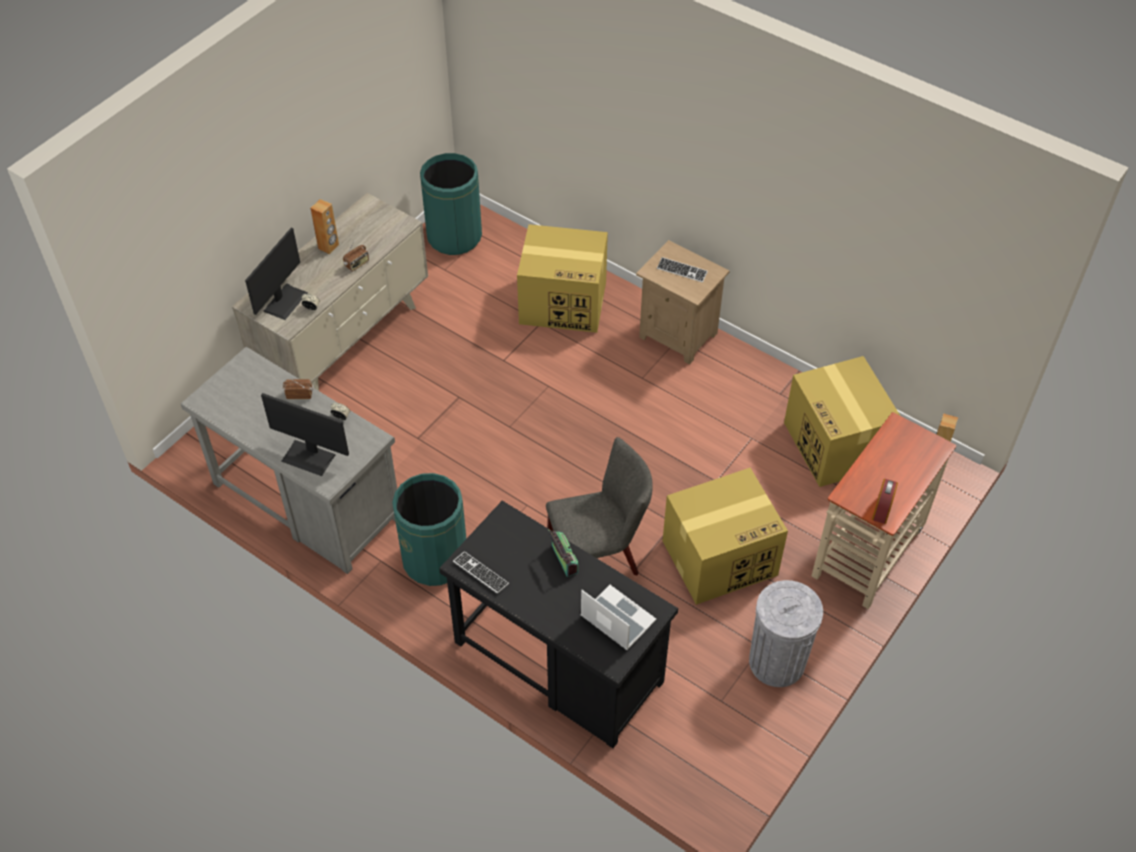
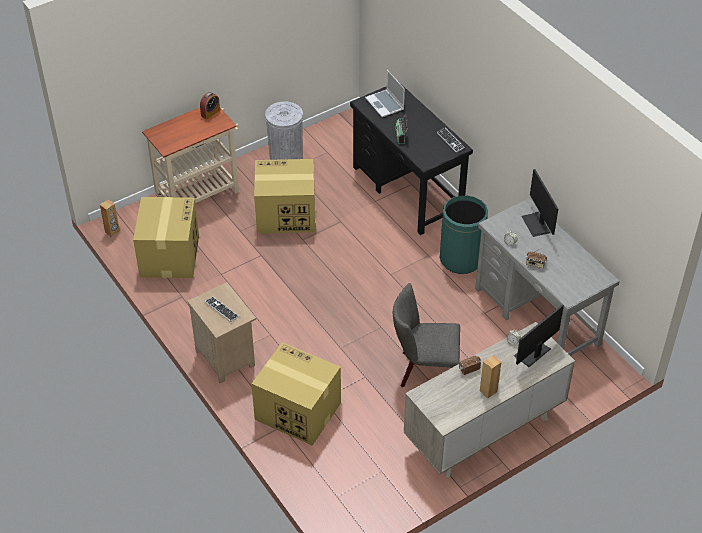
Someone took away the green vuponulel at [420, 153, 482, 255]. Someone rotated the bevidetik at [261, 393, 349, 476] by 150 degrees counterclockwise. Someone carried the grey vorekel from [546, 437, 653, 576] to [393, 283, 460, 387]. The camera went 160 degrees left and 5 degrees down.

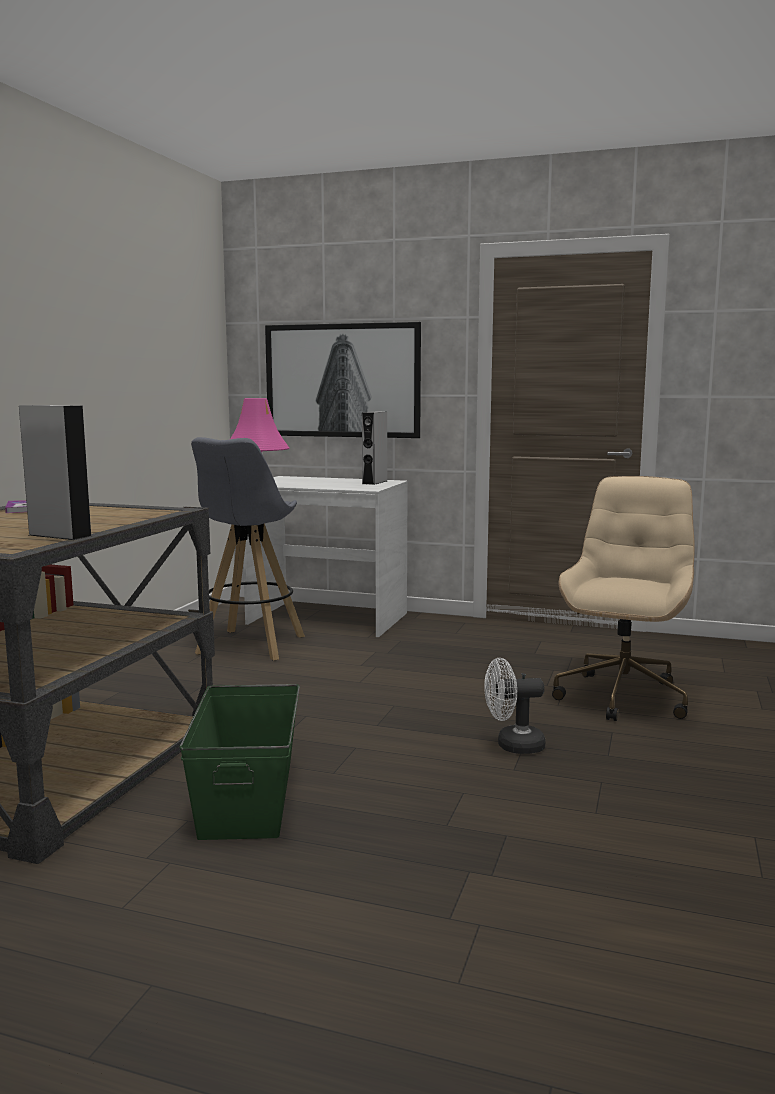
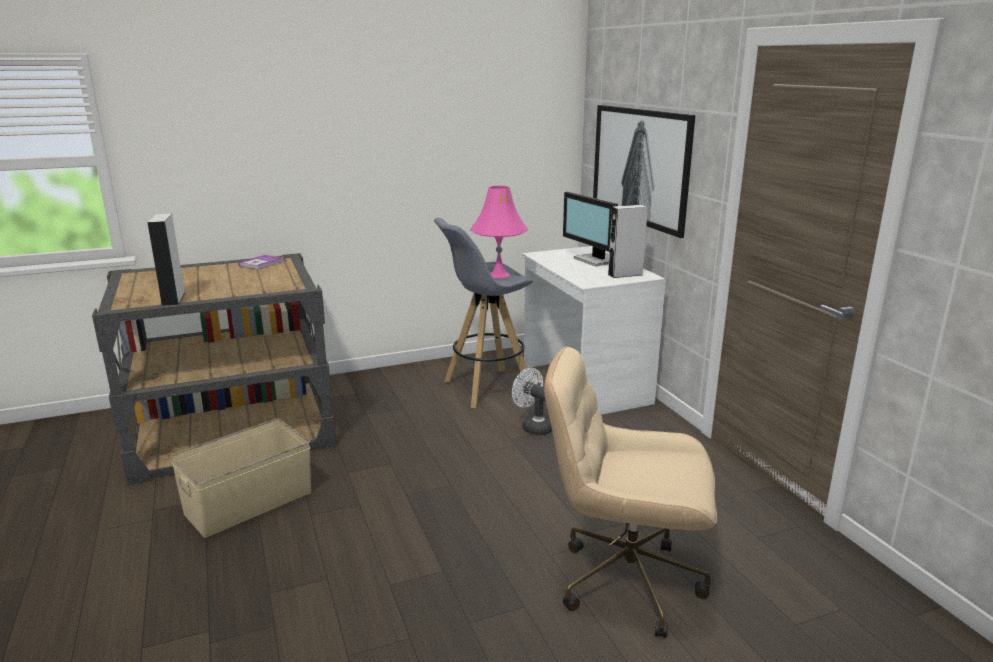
Someone rotated the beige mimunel at [552, 476, 695, 721] by 150 degrees counterclockwise. Someone carried the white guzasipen from [484, 658, 545, 754] to [512, 368, 552, 435]. Someone repainted the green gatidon at [179, 684, 300, 840], which became the beige gatidon at [170, 419, 311, 538]. Someone put down the bevidetik at [563, 192, 618, 266]. The camera went 50 degrees right and 10 degrees up.

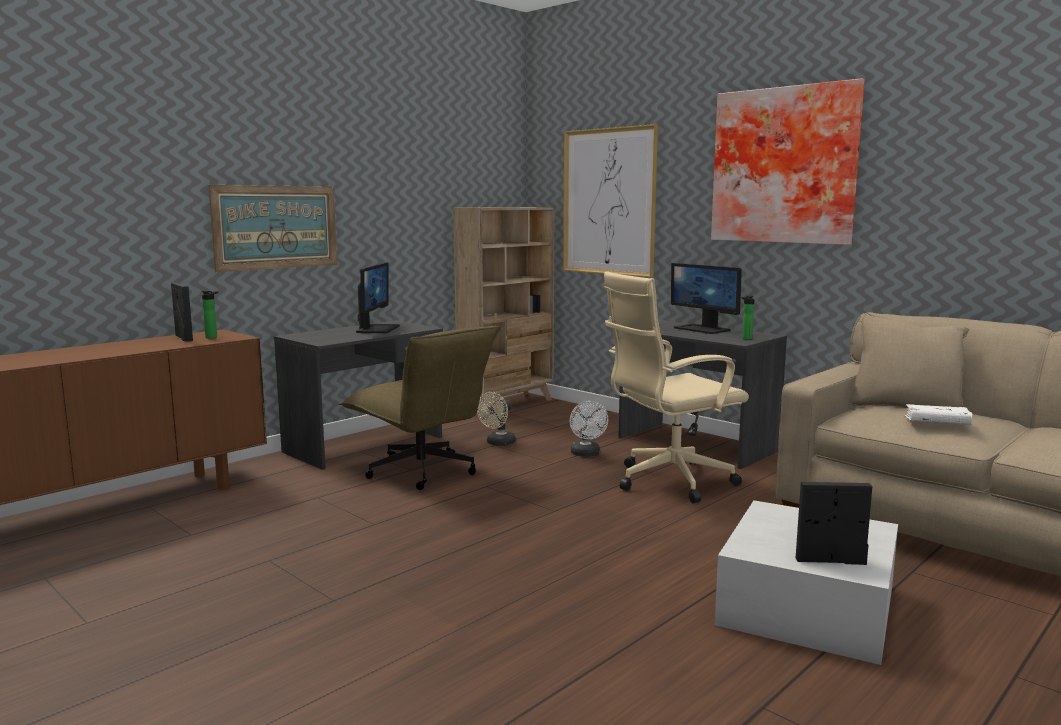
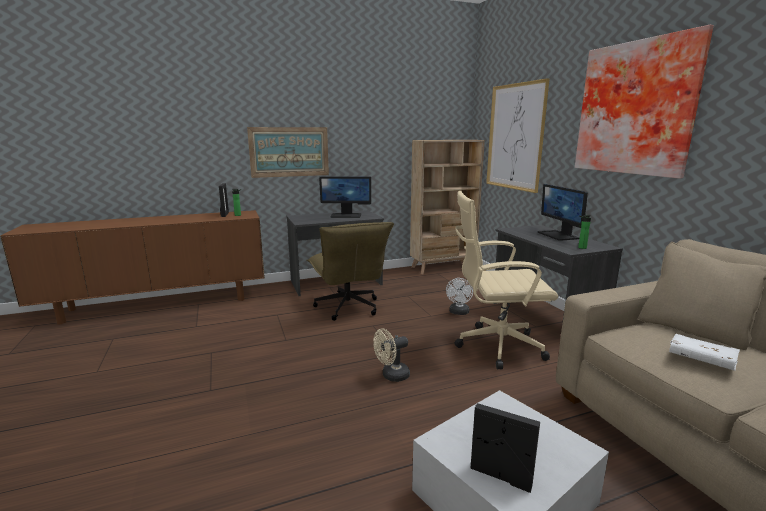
Someone rotated the bevidetik at [356, 262, 400, 333] by 60 degrees clockwise. Someone carried the beige guzasipen from [477, 392, 516, 446] to [373, 328, 410, 382]. The camera went 25 degrees right and 5 degrees up.

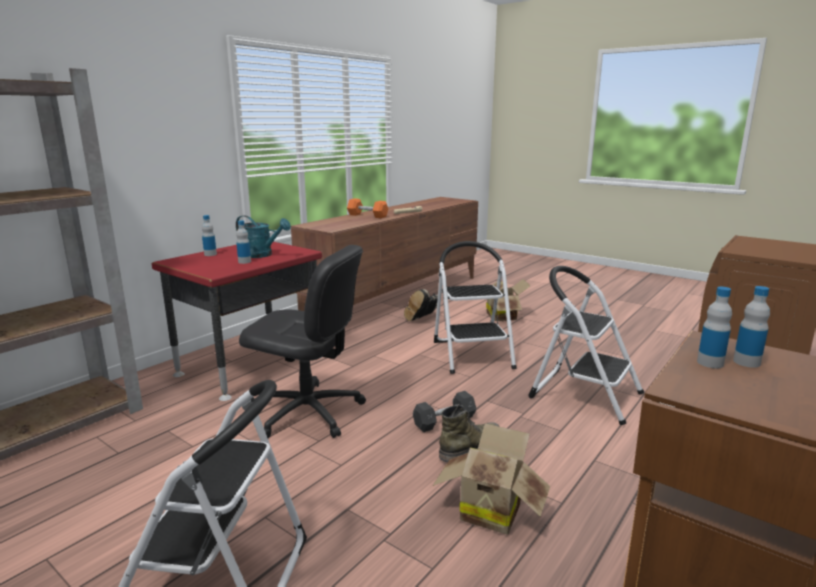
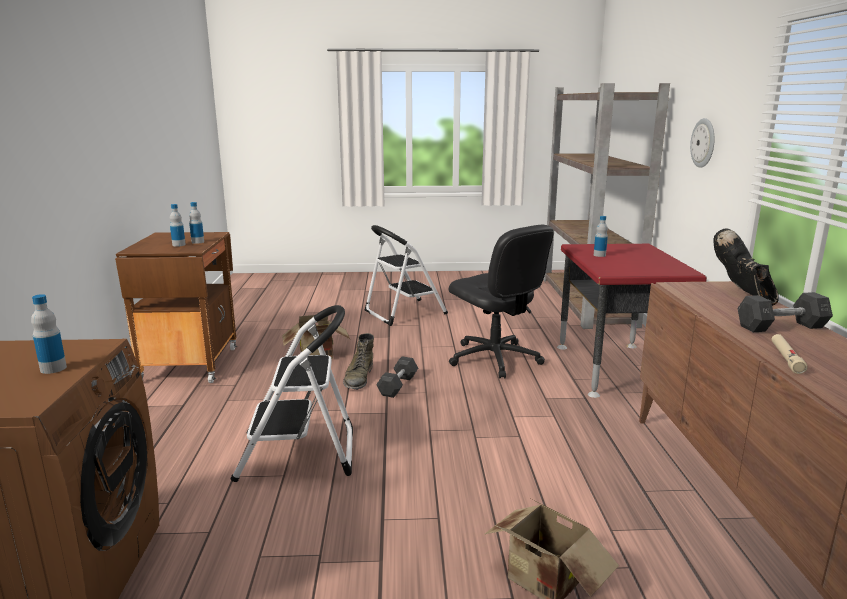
Someone repainted the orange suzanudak at [347, 198, 388, 218], which became the grey suzanudak at [738, 292, 833, 332]. Someone carried the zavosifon from [202, 215, 217, 256] to [31, 294, 67, 374]. Someone took away the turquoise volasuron at [236, 215, 291, 258]. Someone took away the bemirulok at [434, 241, 517, 374]. Someone rotated the black mimunel at [239, 245, 366, 438] by 105 degrees counterclockwise. Someone carried the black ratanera from [404, 289, 438, 321] to [714, 228, 779, 306]. Someone put up the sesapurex at [690, 118, 715, 168]. The camera went 140 degrees right and 0 degrees up.

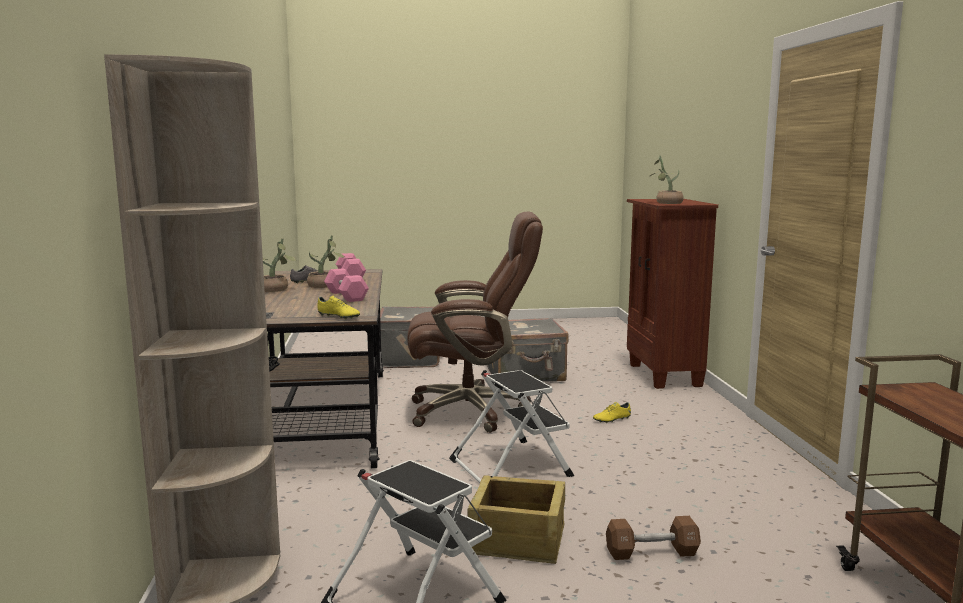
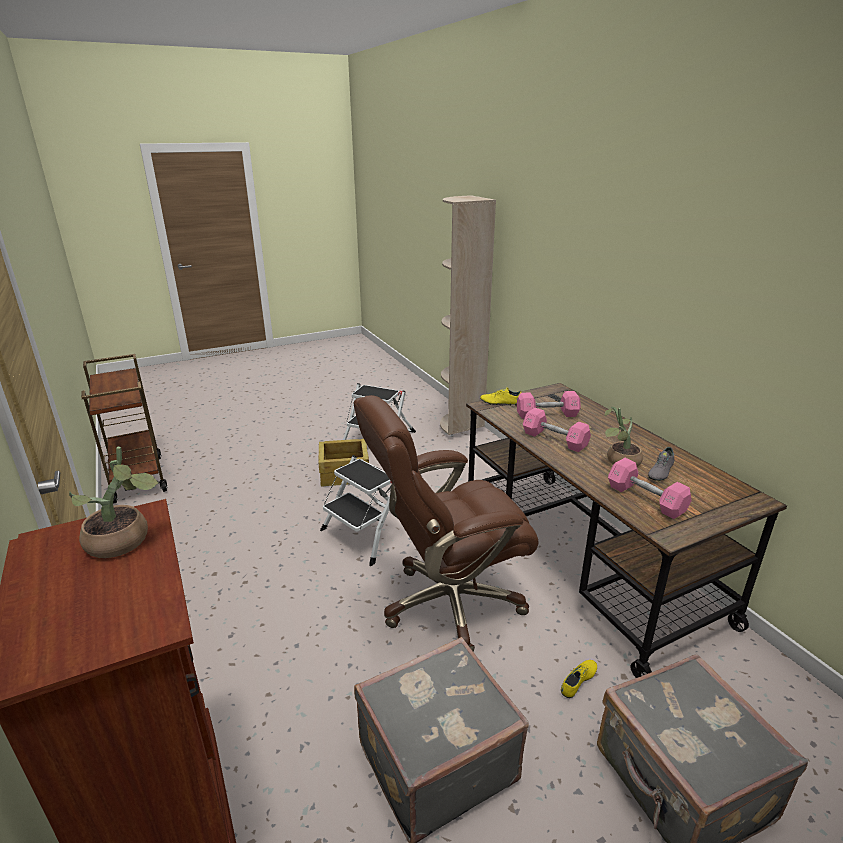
Someone took away the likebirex at [263, 238, 297, 292]. Someone carried the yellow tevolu from [593, 402, 631, 423] to [561, 660, 597, 698]. Someone took away the brown suzanudak at [606, 516, 701, 560]. Someone put down the pink suzanudak at [517, 391, 581, 419]. The camera went 160 degrees right and 15 degrees up.

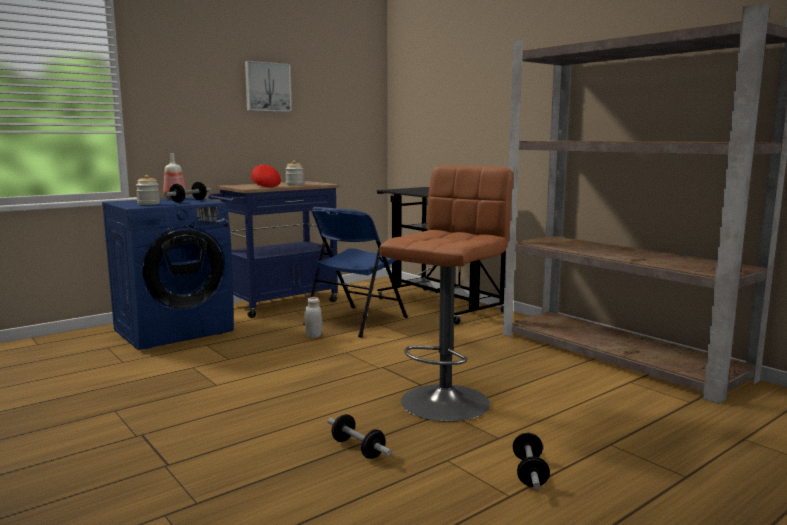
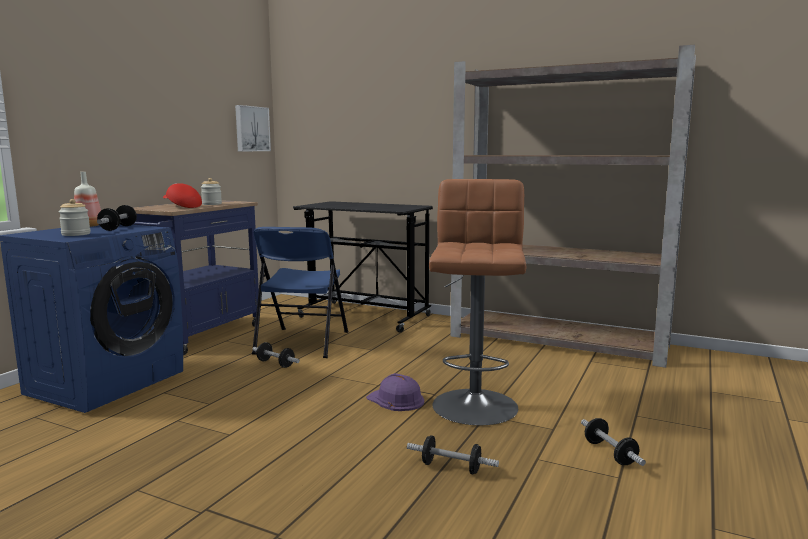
Someone carried the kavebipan from [245, 61, 292, 112] to [235, 105, 271, 151]. Someone swapped the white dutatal at [304, 297, 322, 338] for the suzanudak at [253, 342, 300, 368]. Someone put down the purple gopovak at [366, 373, 424, 411]. The camera went 25 degrees left and 0 degrees up.

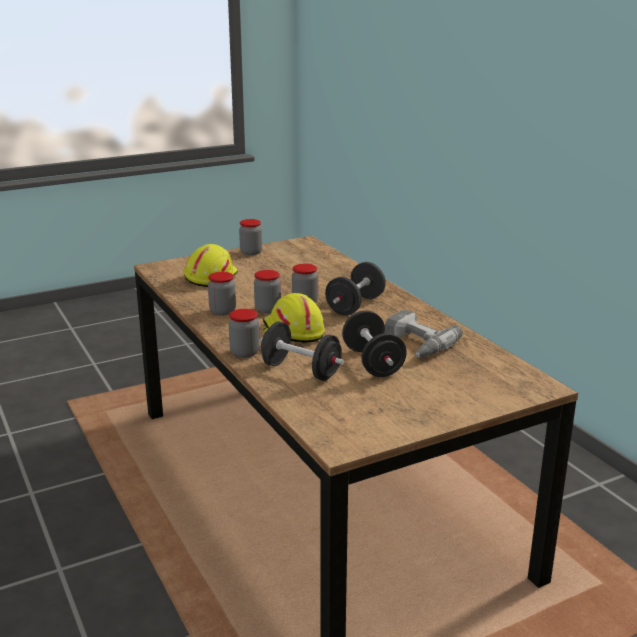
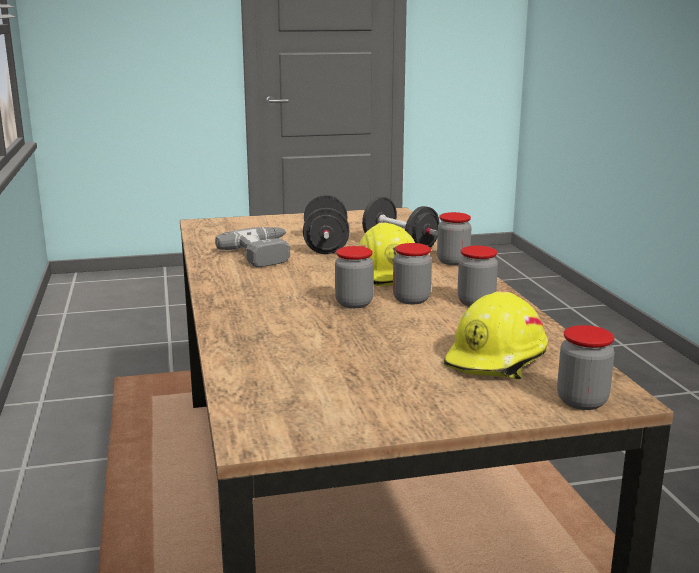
Someone carried the dutatal from [239, 219, 262, 255] to [557, 325, 615, 410]. Someone took away the black suzanudak at [325, 262, 386, 315]. The camera went 165 degrees left and 5 degrees down.

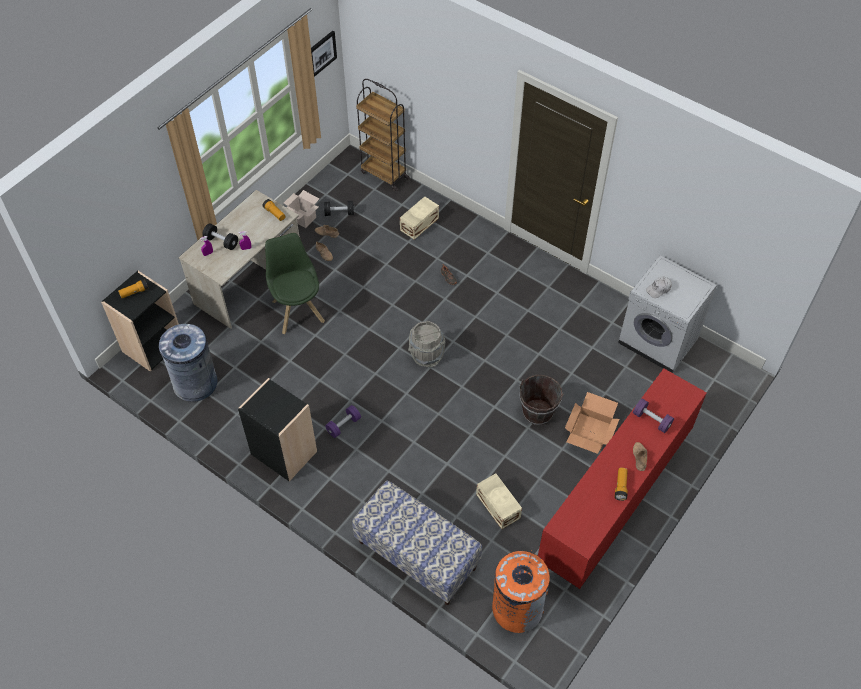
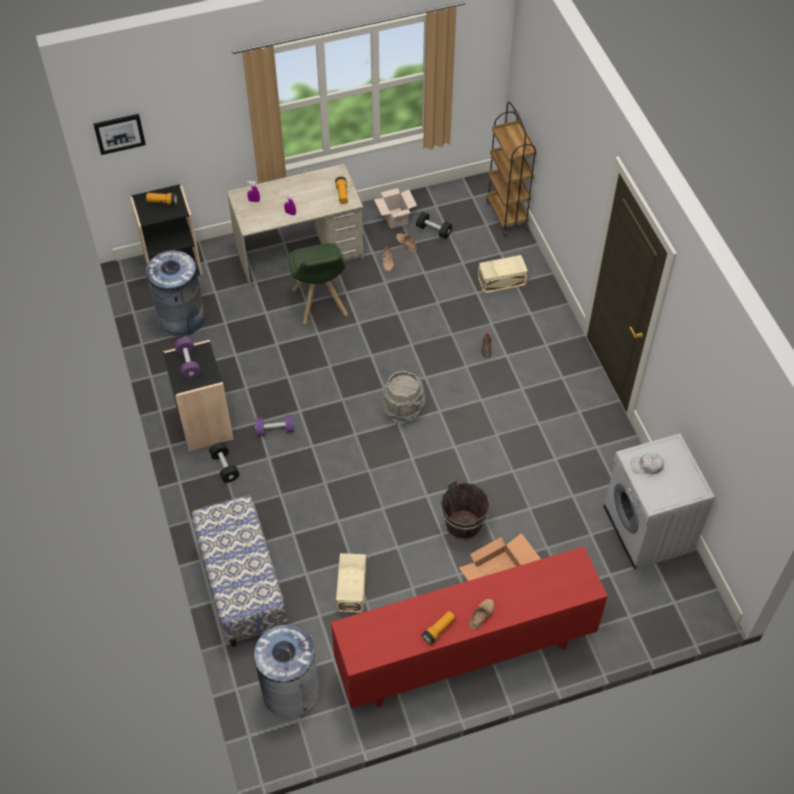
Someone carried the kavebipan from [311, 31, 337, 77] to [93, 114, 146, 155]. Someone carried the black suzanudak from [202, 223, 238, 250] to [209, 442, 239, 483]. Someone rotated the green vorekel at [265, 233, 325, 334] by 150 degrees clockwise. Someone carried the purple suzanudak from [633, 399, 674, 433] to [175, 337, 201, 379]. Someone repainted the orange vuponulel at [492, 550, 550, 633], which became the grey vuponulel at [253, 625, 320, 718]. The camera went 35 degrees right and 0 degrees up.

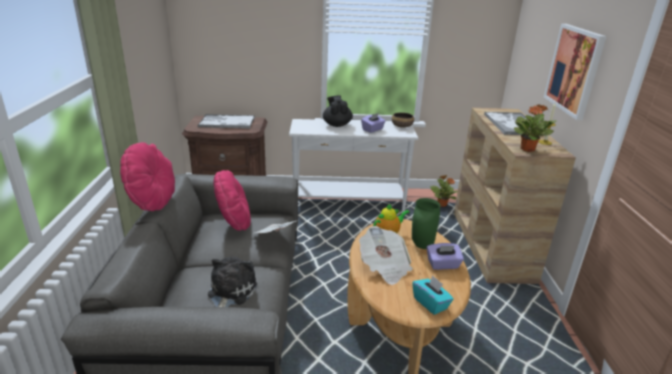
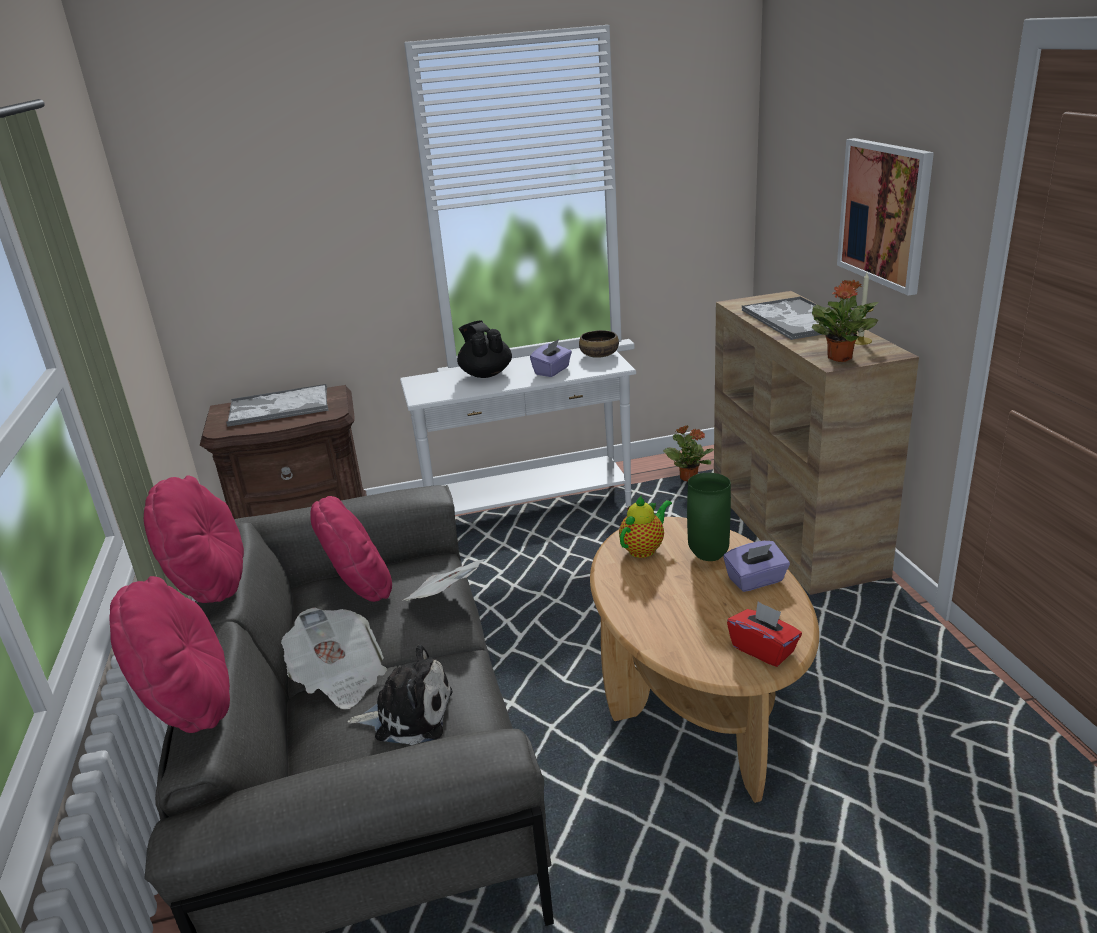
Someone carried the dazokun from [359, 226, 413, 285] to [281, 608, 387, 709]. Someone rotated the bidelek at [208, 256, 257, 307] by 90 degrees clockwise. Someone repainted the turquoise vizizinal at [412, 275, 454, 315], which became the red vizizinal at [727, 601, 802, 667]. Someone put down the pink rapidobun at [109, 576, 230, 733]. The camera went 10 degrees left and 0 degrees up.

